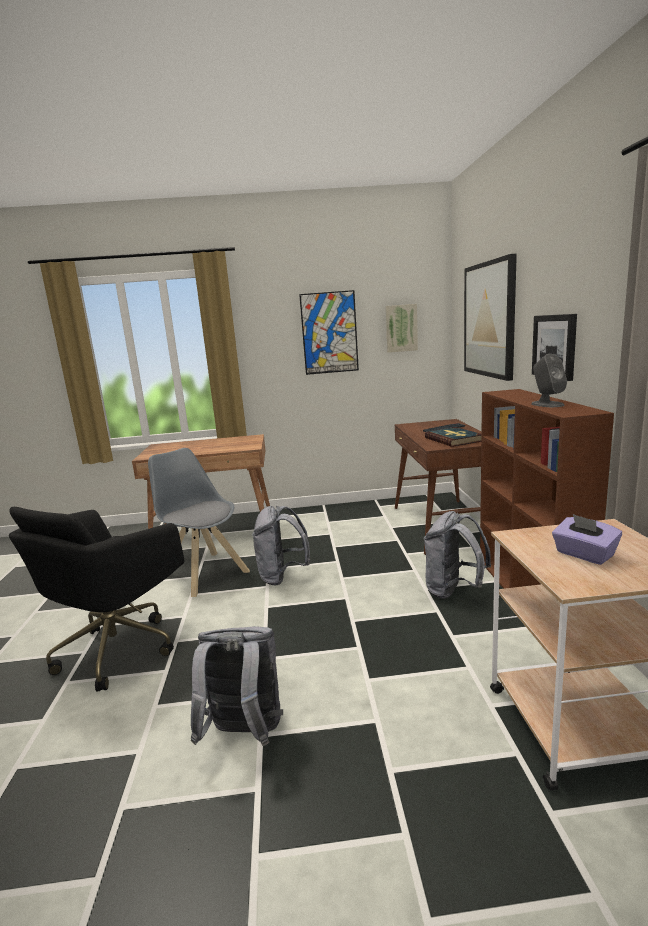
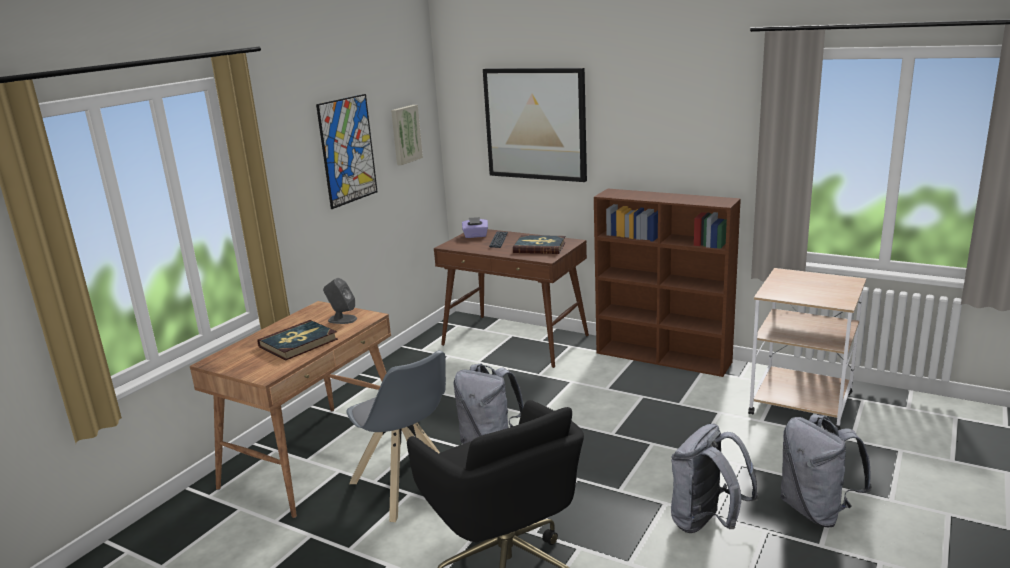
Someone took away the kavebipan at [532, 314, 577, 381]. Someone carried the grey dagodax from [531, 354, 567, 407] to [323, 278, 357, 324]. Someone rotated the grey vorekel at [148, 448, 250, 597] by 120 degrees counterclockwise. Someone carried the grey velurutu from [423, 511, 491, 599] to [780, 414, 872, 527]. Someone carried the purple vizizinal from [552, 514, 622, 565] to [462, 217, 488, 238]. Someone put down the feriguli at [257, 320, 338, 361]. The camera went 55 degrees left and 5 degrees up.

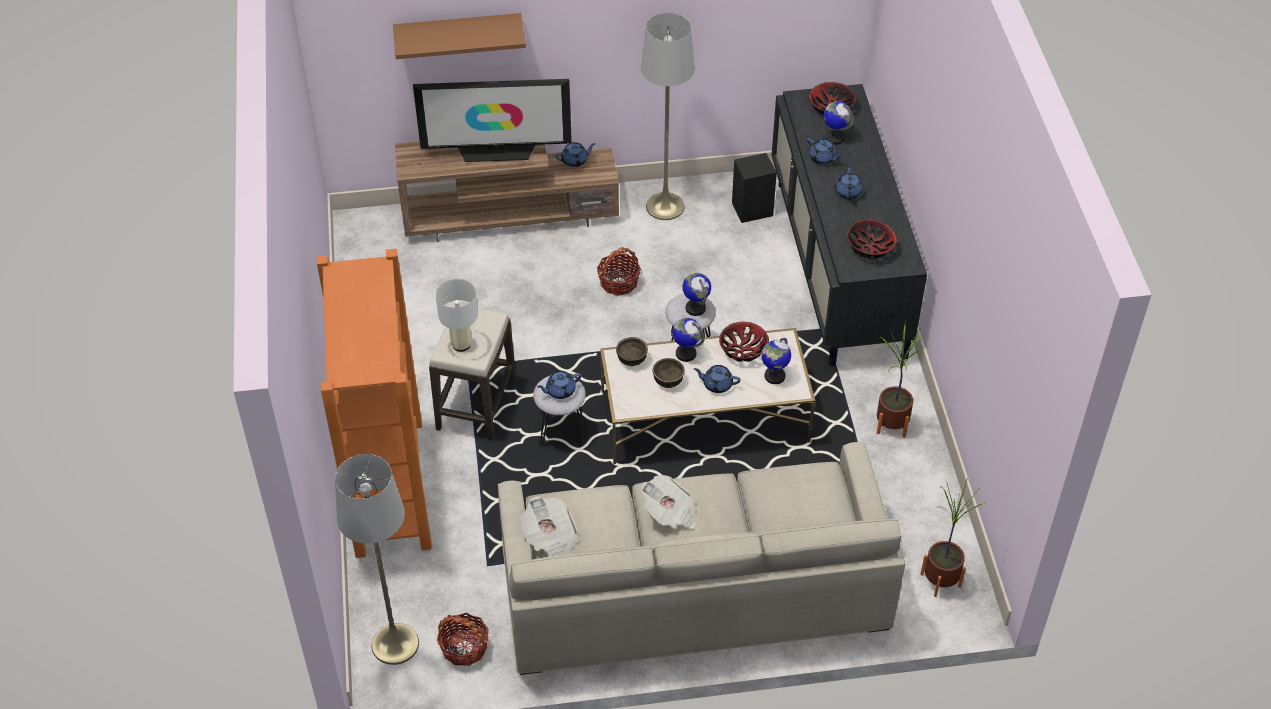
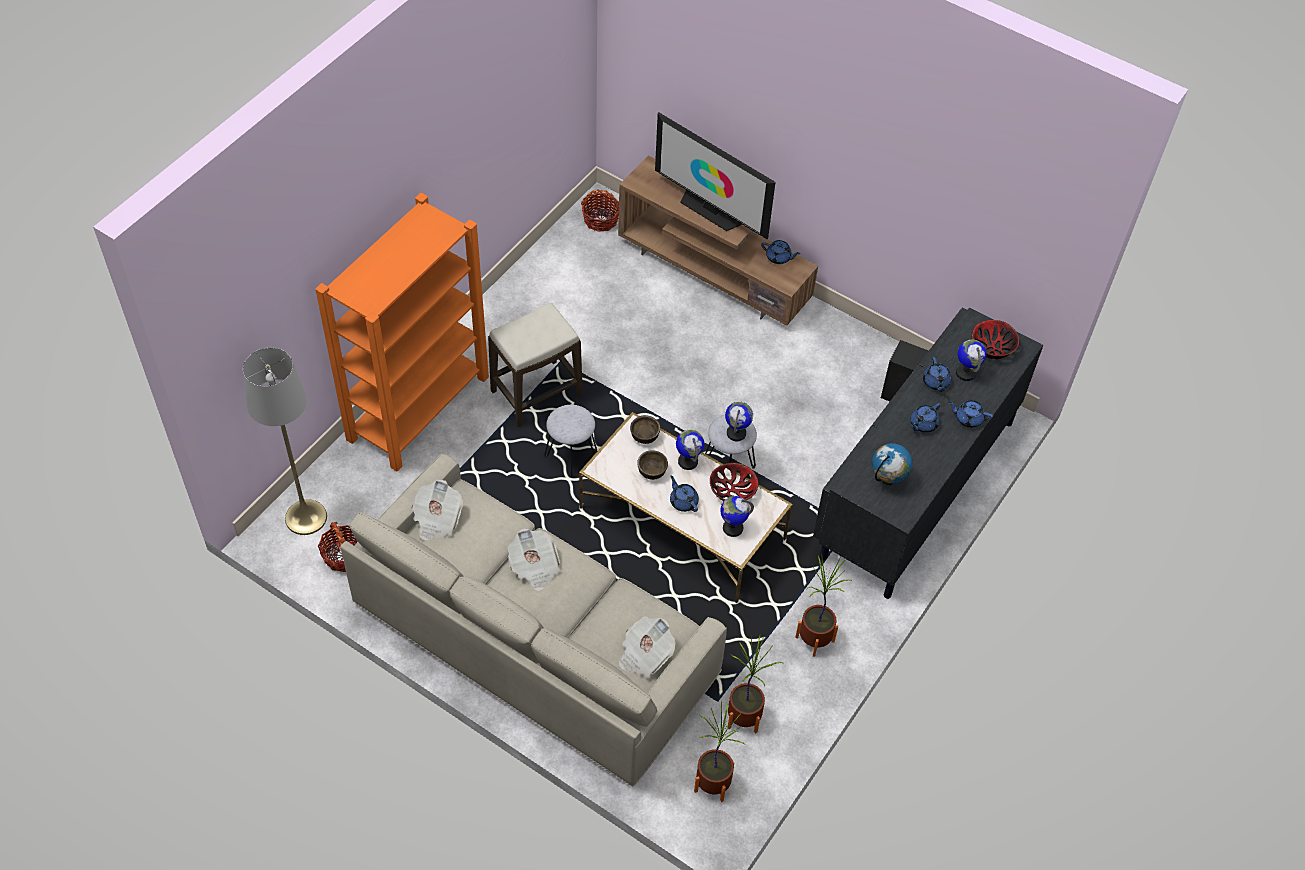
Someone took away the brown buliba at [393, 13, 526, 59]. Someone took away the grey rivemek at [641, 13, 695, 220]. Someone swapped the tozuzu at [847, 219, 897, 259] for the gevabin at [872, 443, 912, 485]. Someone carried the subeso from [597, 248, 641, 296] to [581, 189, 619, 232]. Someone took away the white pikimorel at [436, 278, 478, 352]. Someone carried the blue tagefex from [537, 371, 581, 399] to [948, 400, 993, 428]. Someone put down the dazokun at [619, 616, 676, 678]. Someone put down the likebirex at [727, 635, 782, 733]. The camera went 40 degrees right and 5 degrees up.

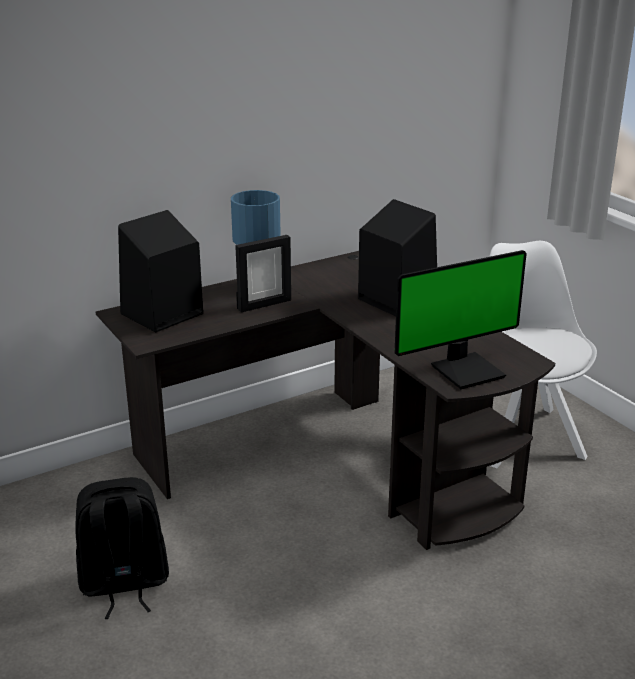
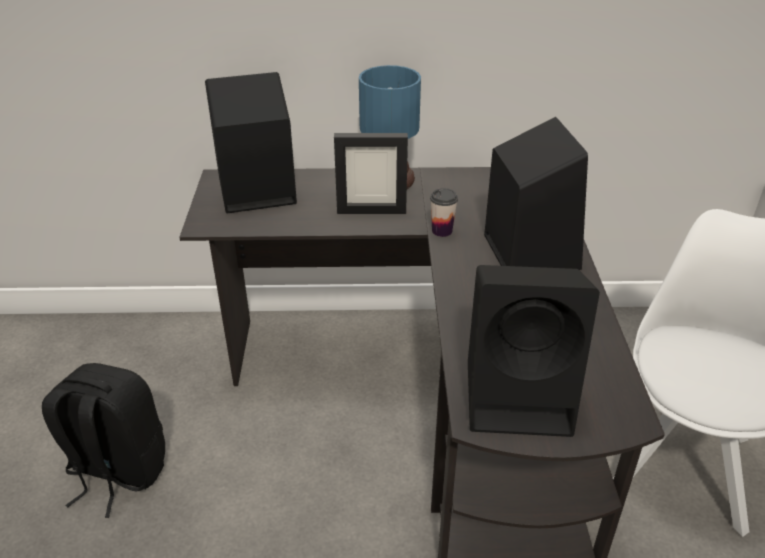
Someone swapped the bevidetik at [394, 250, 527, 389] for the black dagodax at [468, 265, 600, 437]. Someone put down the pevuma at [430, 188, 458, 237]. The camera went 30 degrees right and 10 degrees up.

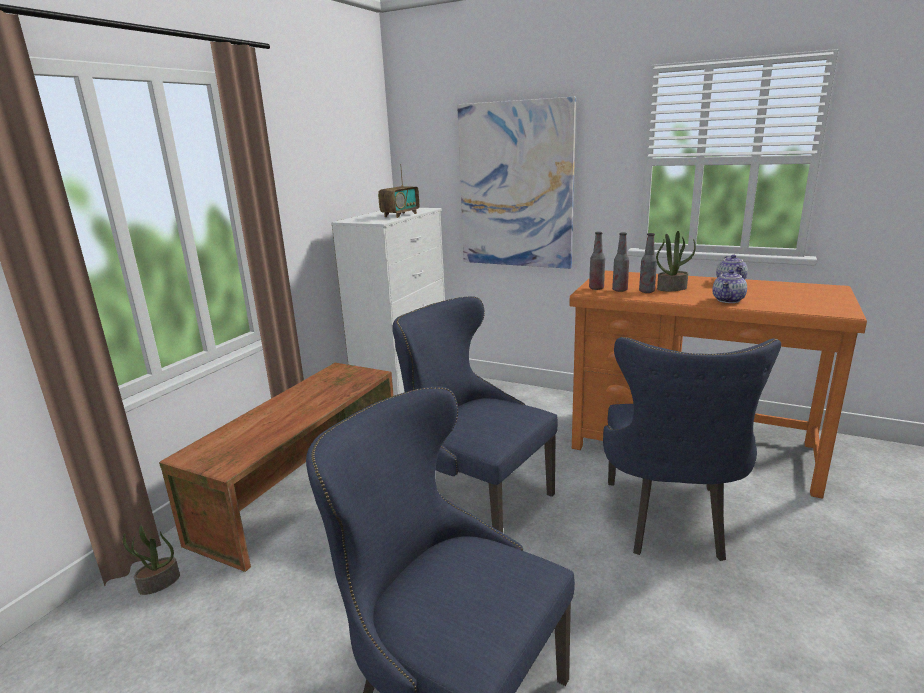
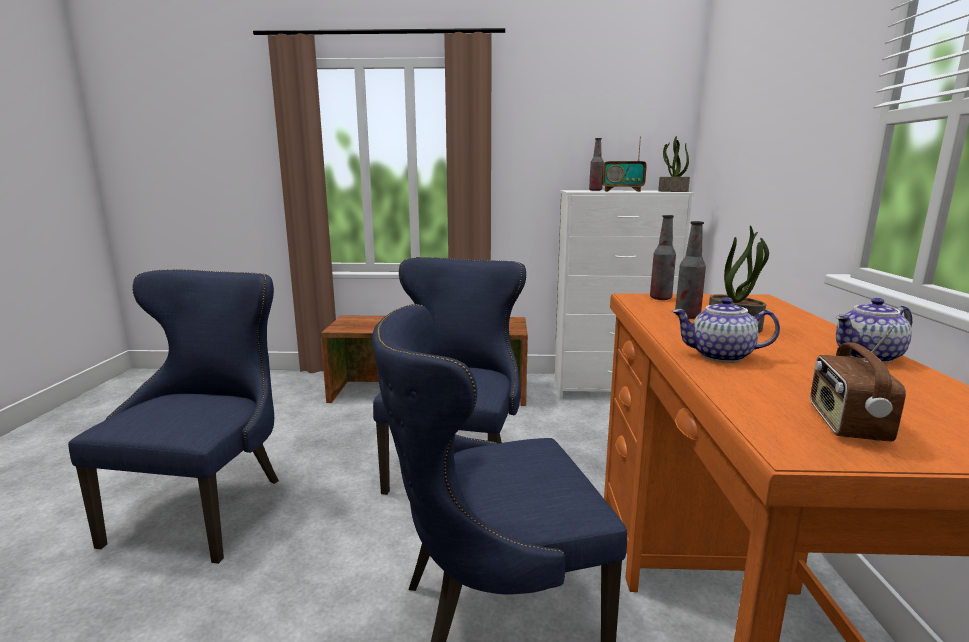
Someone took away the kavebipan at [457, 97, 576, 269]. Someone carried the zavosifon from [612, 232, 629, 292] to [589, 138, 604, 191]. Someone carried the likebirex from [123, 525, 180, 595] to [658, 136, 690, 192]. Someone put down the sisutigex at [810, 324, 906, 442]. The camera went 65 degrees right and 5 degrees down.

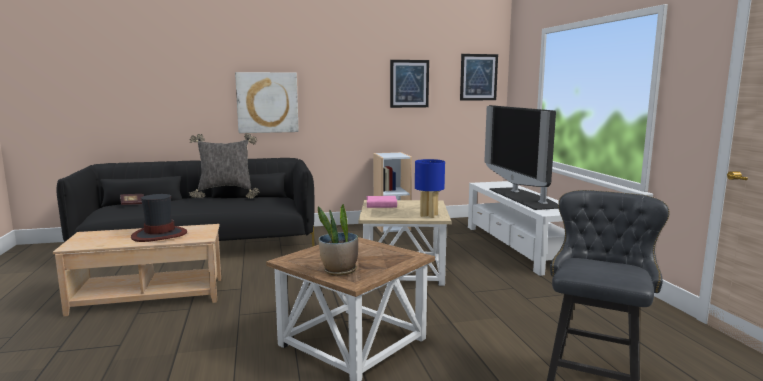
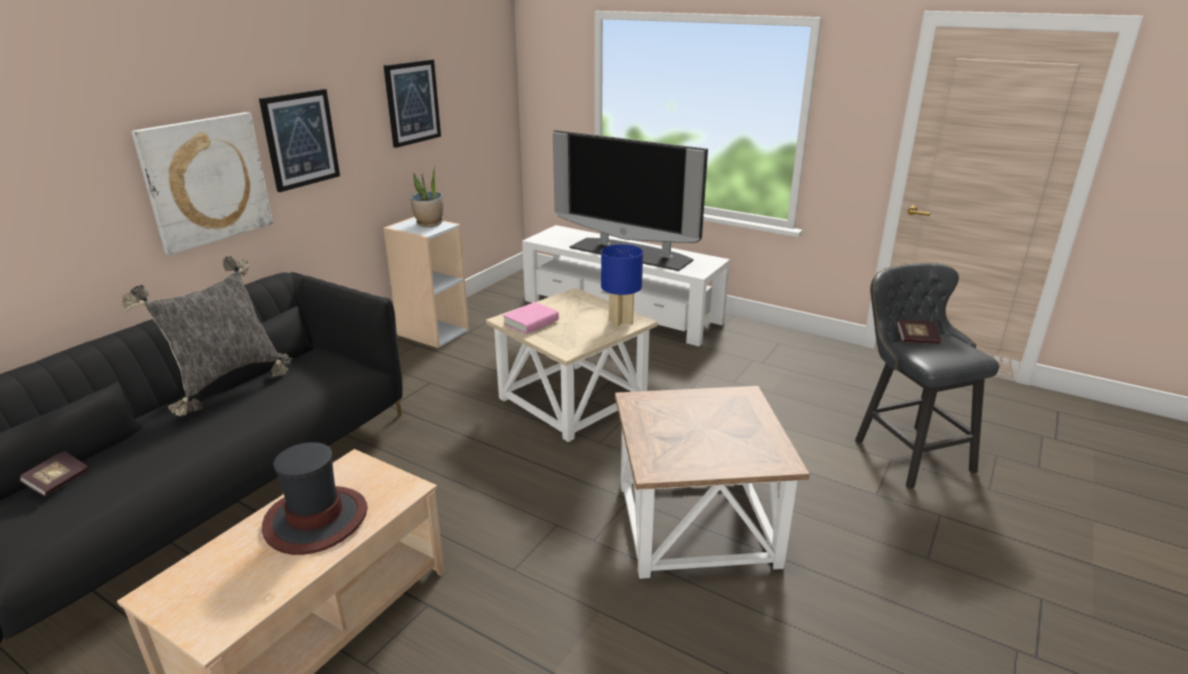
Someone carried the kavebipan from [460, 54, 498, 101] to [259, 89, 340, 192]. Someone carried the likebirex from [318, 204, 358, 276] to [410, 168, 443, 227]. Someone put down the feriguli at [896, 320, 941, 344]. The camera went 45 degrees left and 15 degrees up.

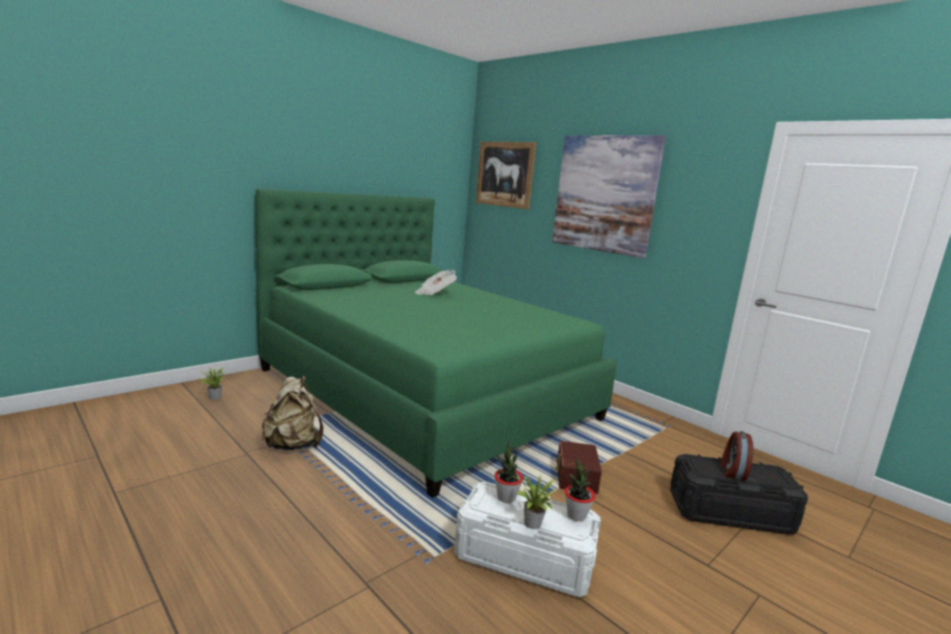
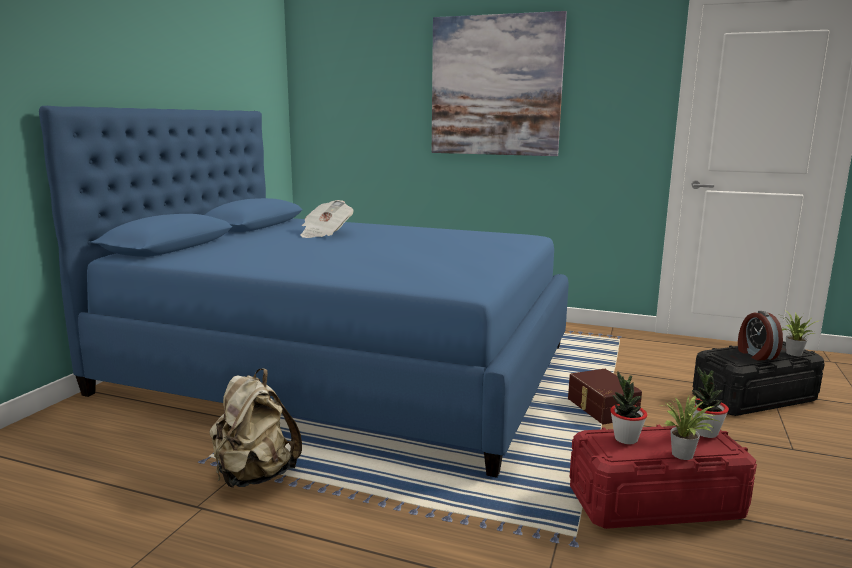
Someone took away the kavebipan at [476, 142, 537, 210]. Someone repainted the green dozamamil at [256, 189, 617, 498], which became the blue dozamamil at [39, 106, 569, 478]. Someone carried the likebirex from [197, 367, 227, 400] to [777, 311, 818, 356]. Someone repainted the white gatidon at [454, 482, 601, 597], which became the red gatidon at [570, 425, 757, 529]. The camera went 25 degrees left and 0 degrees up.

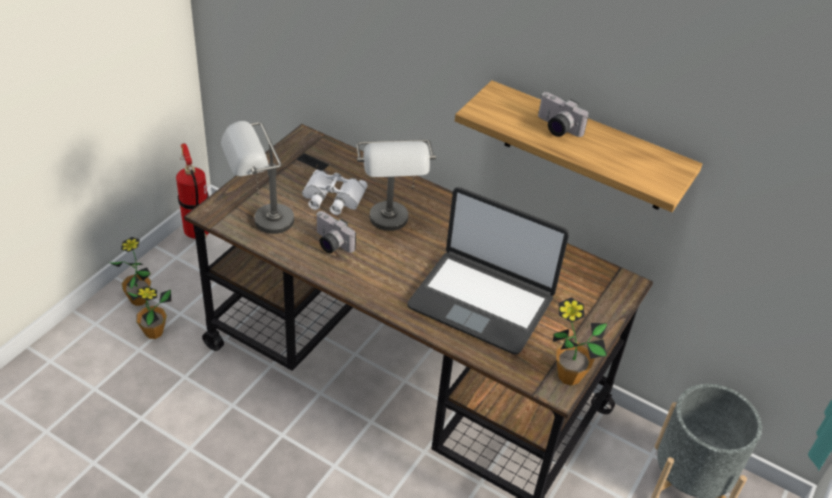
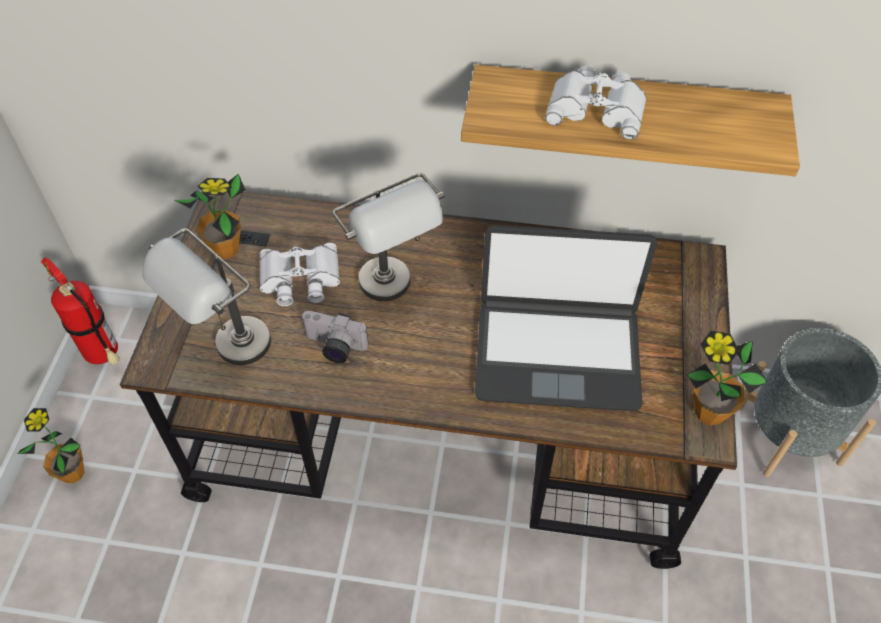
Someone swapped the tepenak at [538, 92, 589, 137] for the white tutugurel at [545, 66, 647, 140]. Someone carried the likebirex from [127, 286, 171, 339] to [174, 174, 246, 259]. The camera went 20 degrees left and 10 degrees up.

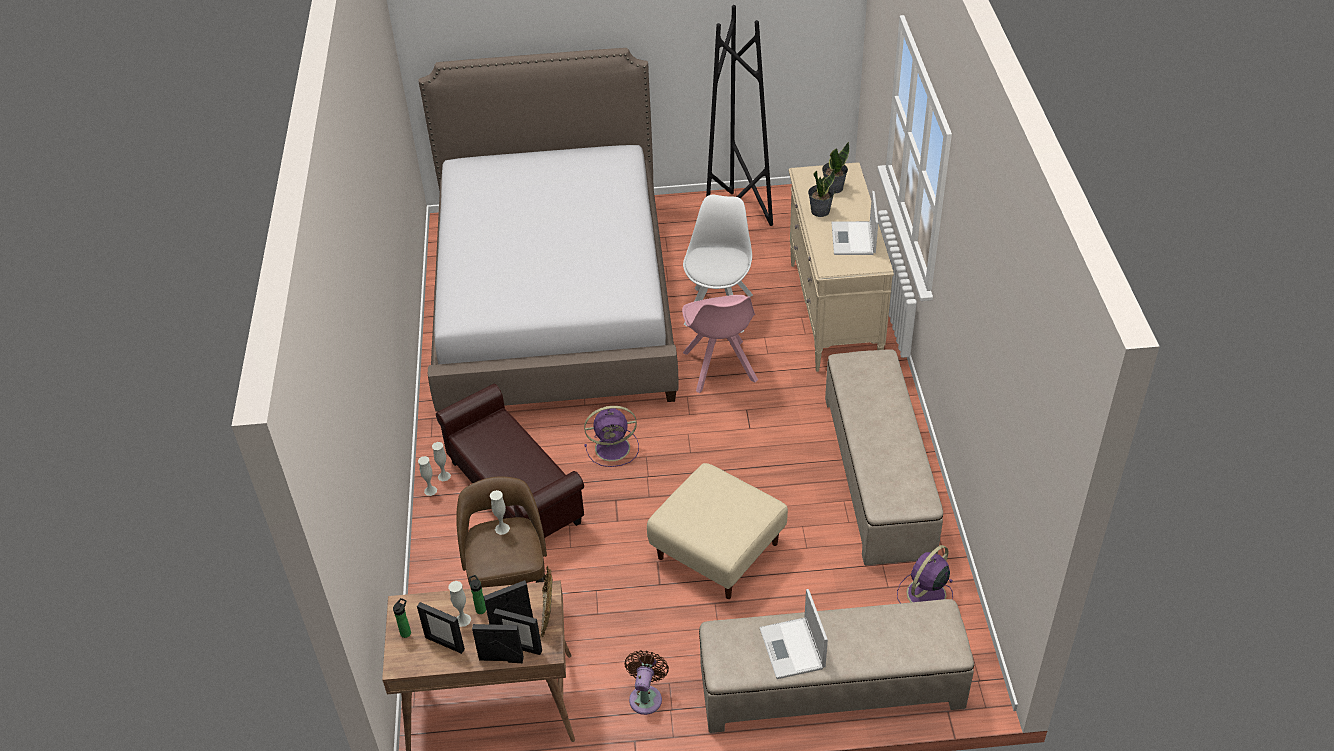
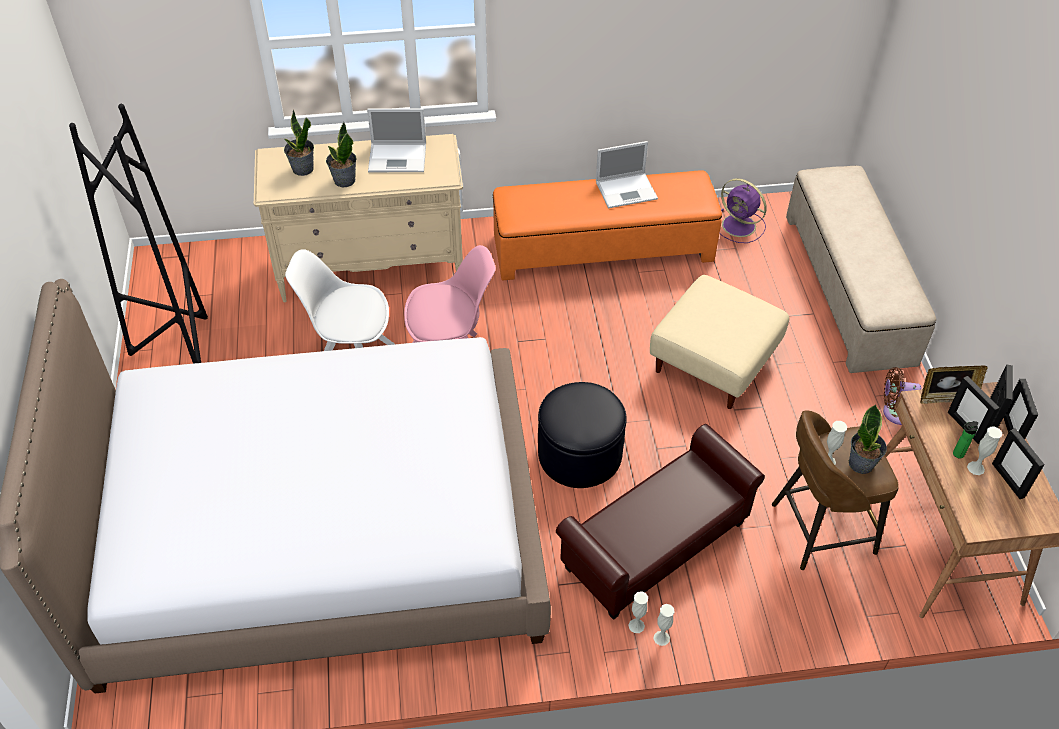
Someone repainted the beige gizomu at [825, 349, 943, 566], which became the orange gizomu at [493, 171, 722, 280]. Someone swapped the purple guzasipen at [584, 406, 639, 467] for the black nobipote at [538, 382, 627, 488]. Someone carried the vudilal from [759, 589, 828, 679] to [596, 141, 658, 208]. Someone took away the zavosifon at [393, 598, 411, 638]. Someone rotated the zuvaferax at [417, 602, 465, 654] by 135 degrees clockwise. Someone put down the likebirex at [849, 404, 887, 474]. The camera went 95 degrees left and 5 degrees up.

